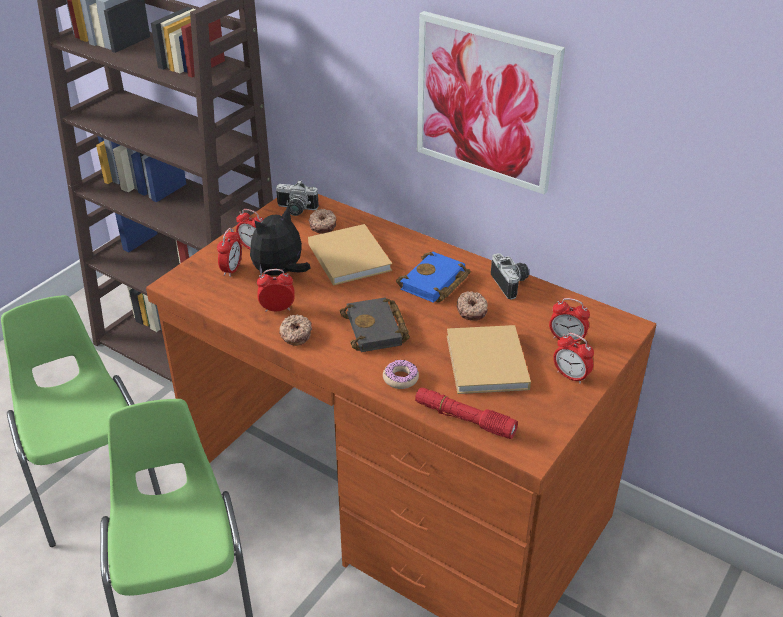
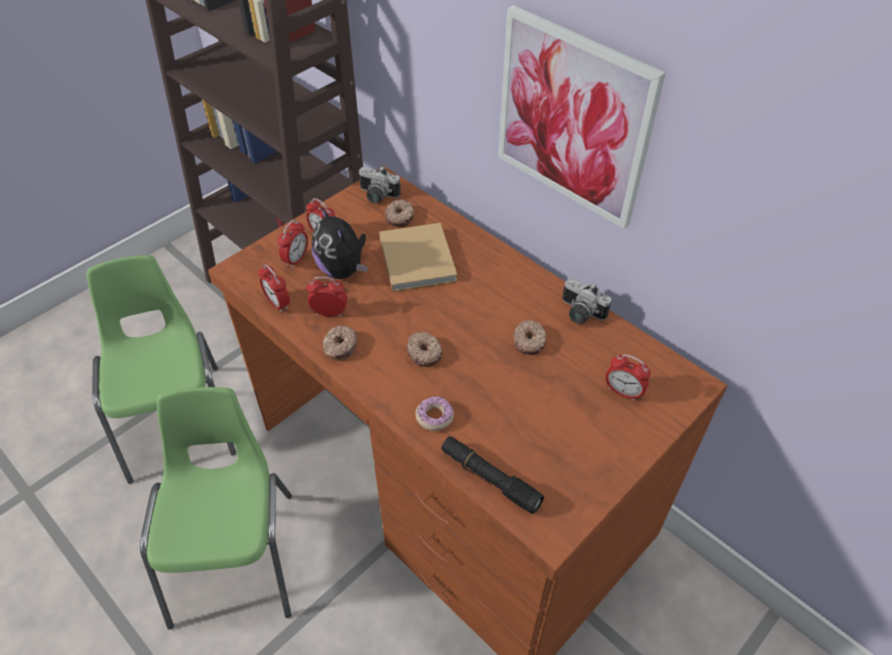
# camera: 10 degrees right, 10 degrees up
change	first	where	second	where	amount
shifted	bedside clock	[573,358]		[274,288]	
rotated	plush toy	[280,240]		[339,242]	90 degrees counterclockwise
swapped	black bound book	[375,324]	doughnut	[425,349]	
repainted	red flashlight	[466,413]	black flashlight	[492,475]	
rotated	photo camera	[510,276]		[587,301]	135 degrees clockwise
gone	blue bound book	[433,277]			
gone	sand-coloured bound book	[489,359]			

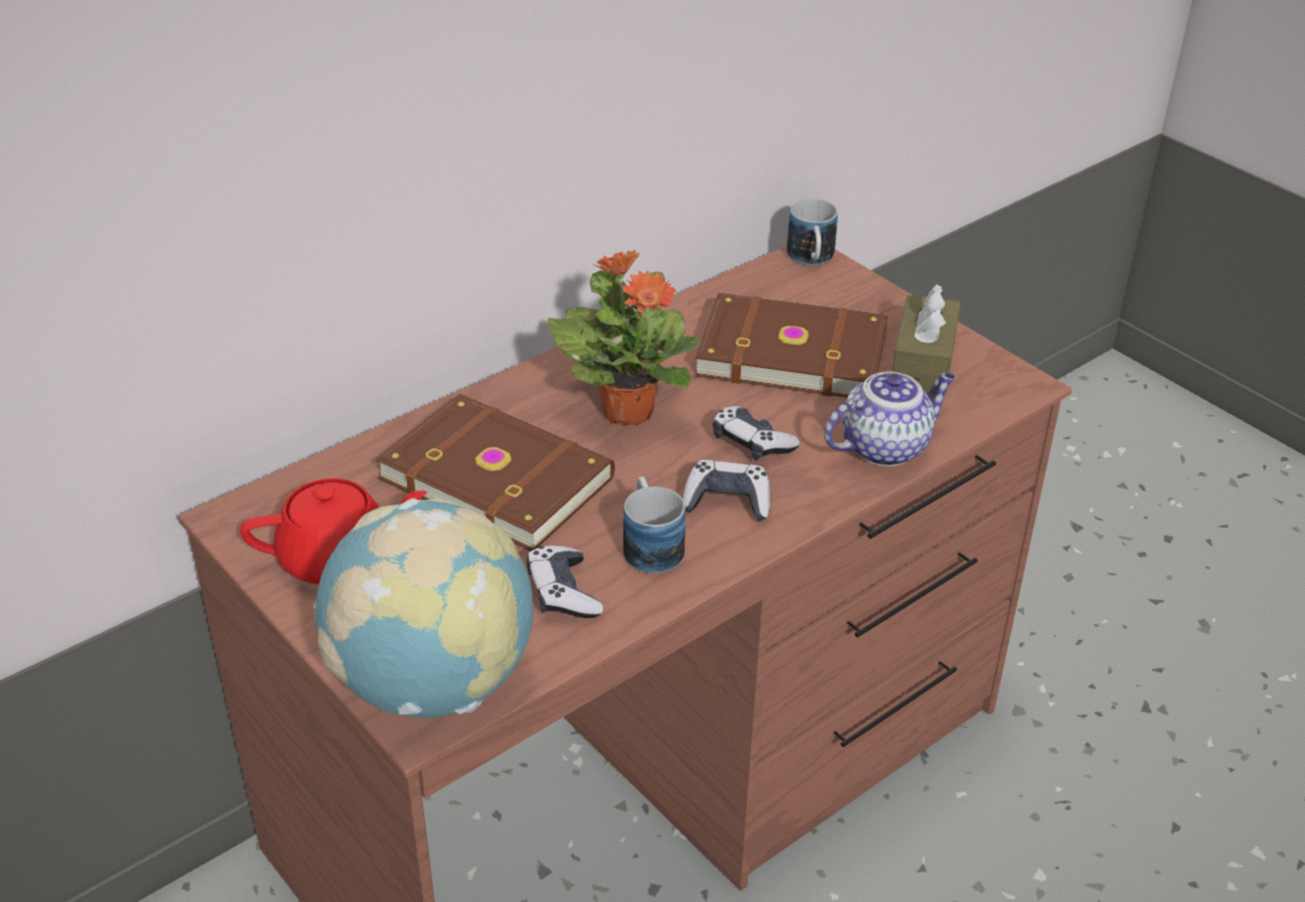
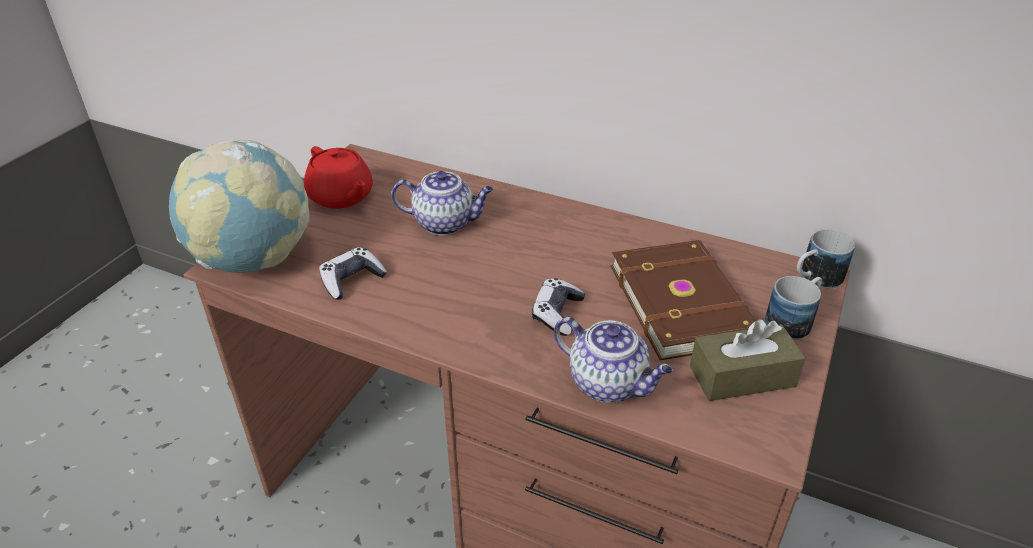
# camera: 65 degrees right, 0 degrees up
change	first	where	second	where	amount
swapped	brown-coloured bound book	[495,472]	pot for tea	[442,203]	
shifted	mug	[654,525]		[793,308]	
gone	houseplant	[624,337]			
gone	game controller	[726,490]			

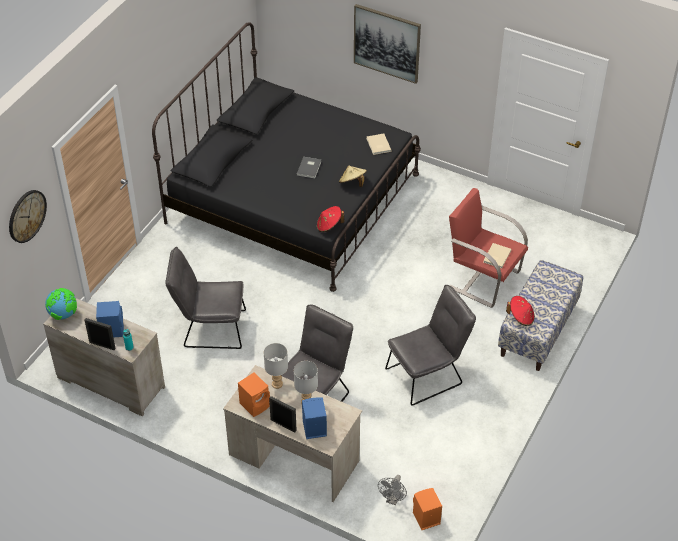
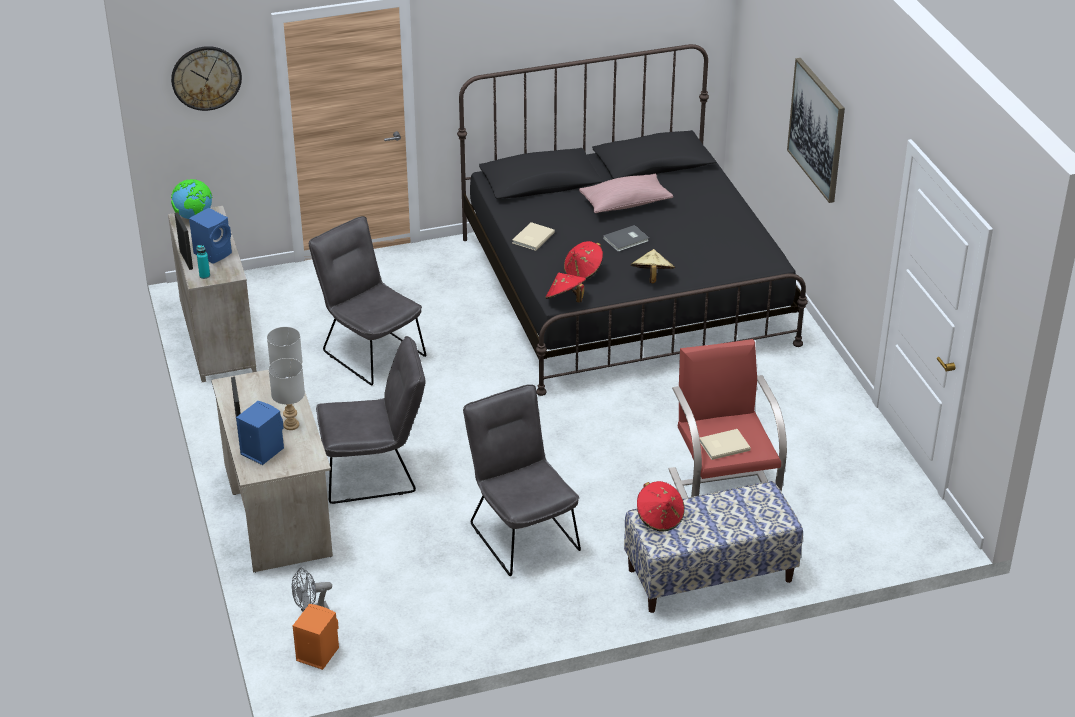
# camera: 45 degrees right, 10 degrees down
change	first	where	second	where	amount
rotated	greyish chair	[430,345]		[522,480]	135 degrees counterclockwise
shifted	sand-coloured bound book	[379,144]		[533,236]	
new			red wearable hat	[583,260]	
new			pink-coloured cushion	[626,193]	
gone	orange-coloured loudspeaker	[254,394]			

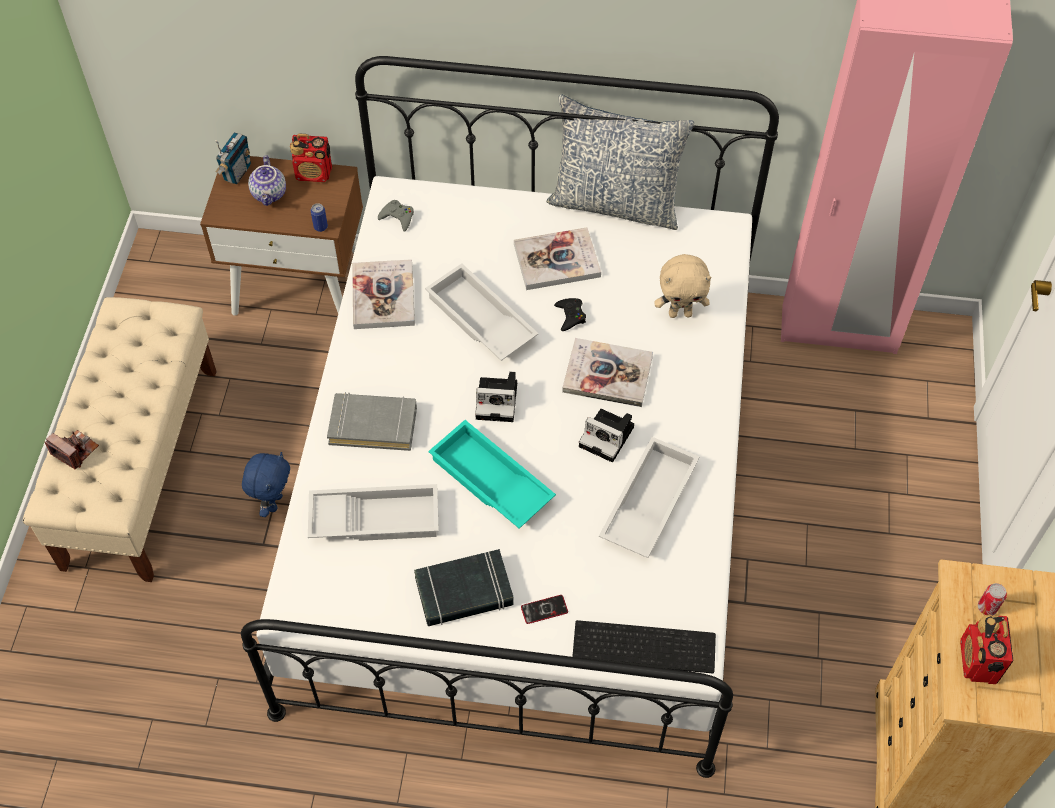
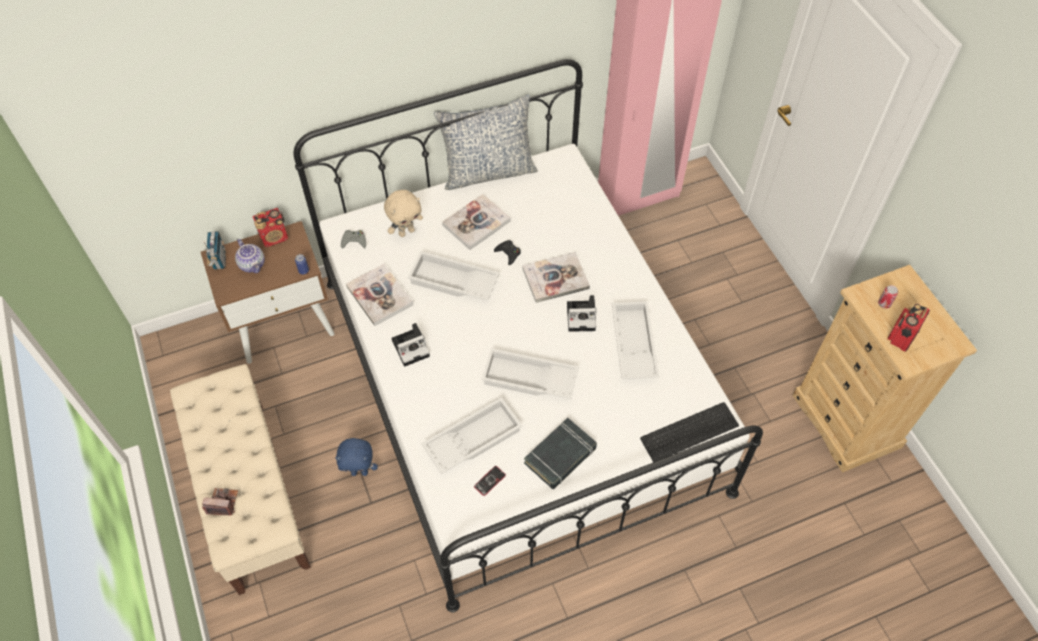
# camera: 30 degrees left, 0 degrees up
change	first	where	second	where	amount
rotated	blue plush toy	[266,484]		[356,457]	105 degrees clockwise
shifted	sand-coloured plush toy	[682,286]		[403,213]	
shifted	photo camera	[496,397]		[411,345]	
shifted	phone	[544,609]		[490,481]	
repainted	turquoise-coloured carrying tray	[492,474]	white-coloured carrying tray	[530,373]	
rotated	radio set	[987,649]		[908,327]	60 degrees clockwise
gone	greyish bound book	[372,421]			

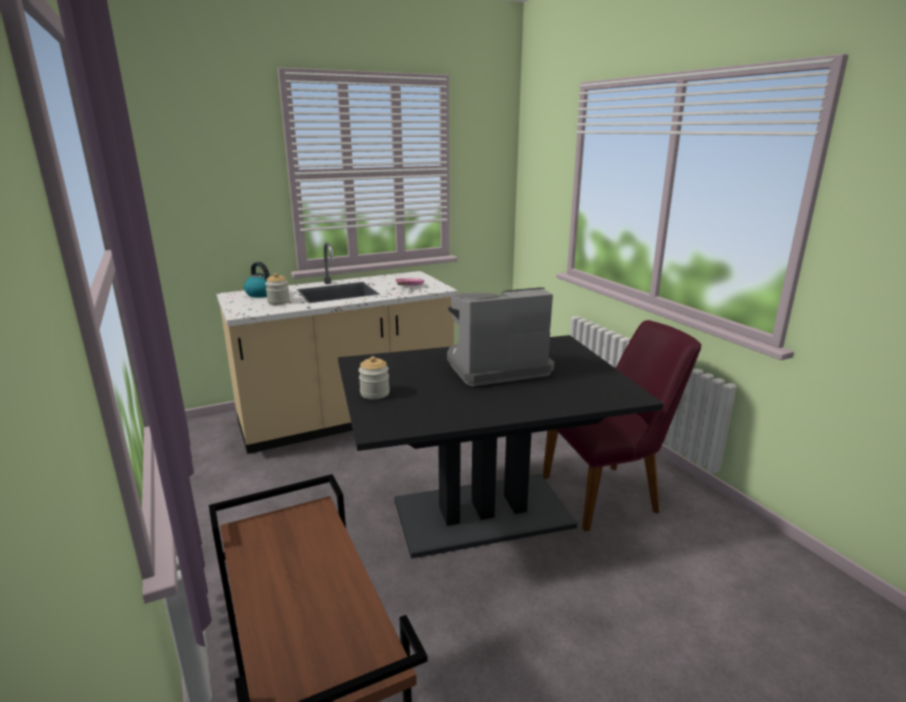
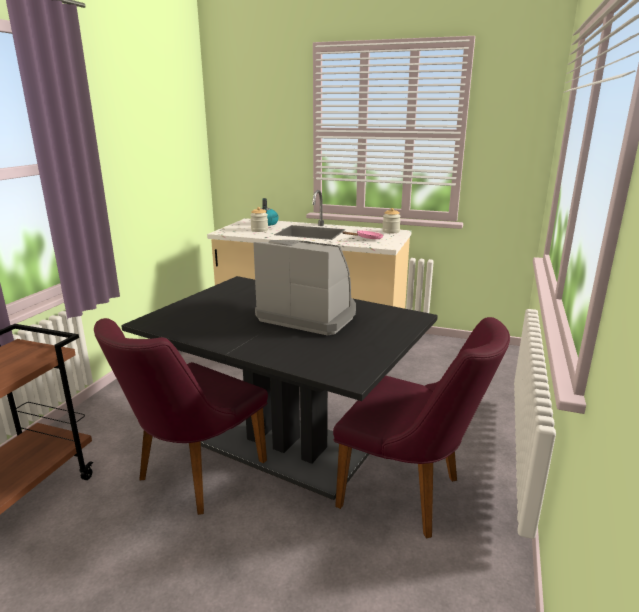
# camera: 45 degrees right, 0 degrees up
change	first	where	second	where	amount
new			purple chair	[181,416]	
shifted	jar	[374,377]		[391,220]	

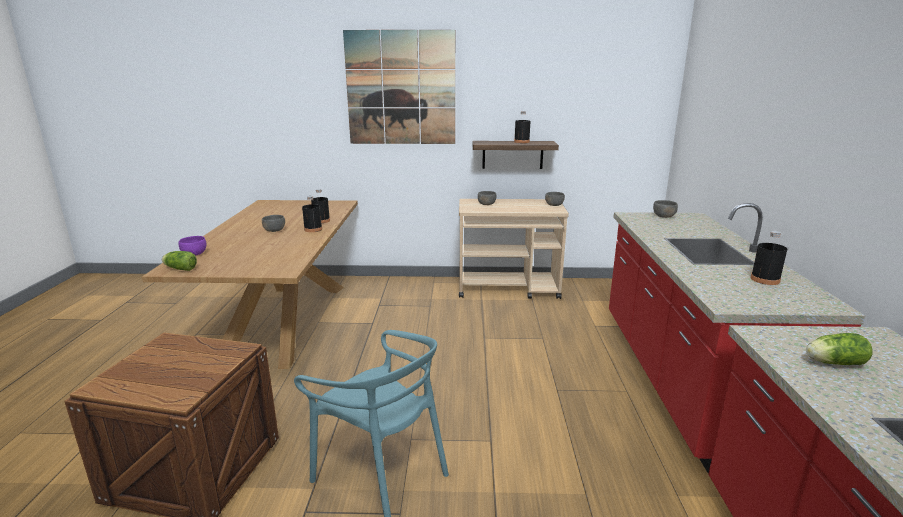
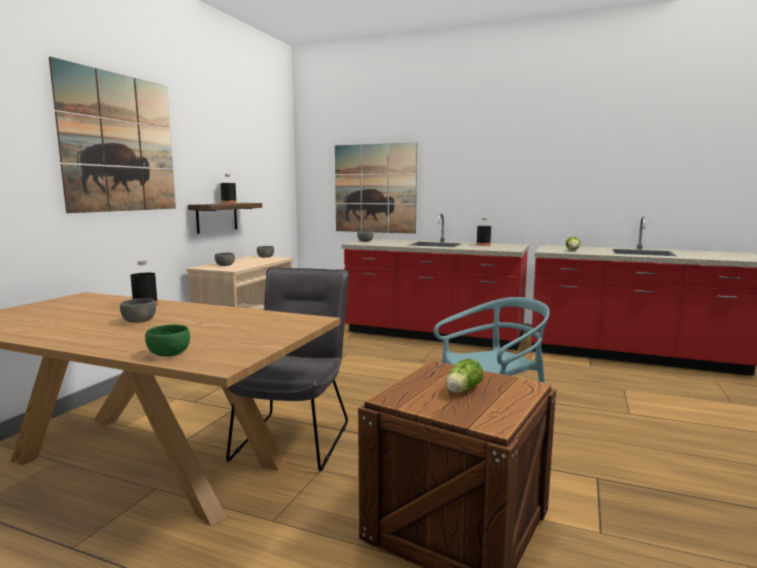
# camera: 70 degrees left, 10 degrees down
change	first	where	second	where	amount
repainted	purple deep dish	[192,246]	green-coloured deep dish	[167,341]	
new			greyish chair	[287,369]	
new			wall picture	[376,188]	
shifted	lettuce head	[179,261]		[465,376]	
gone	black bottle	[312,214]			

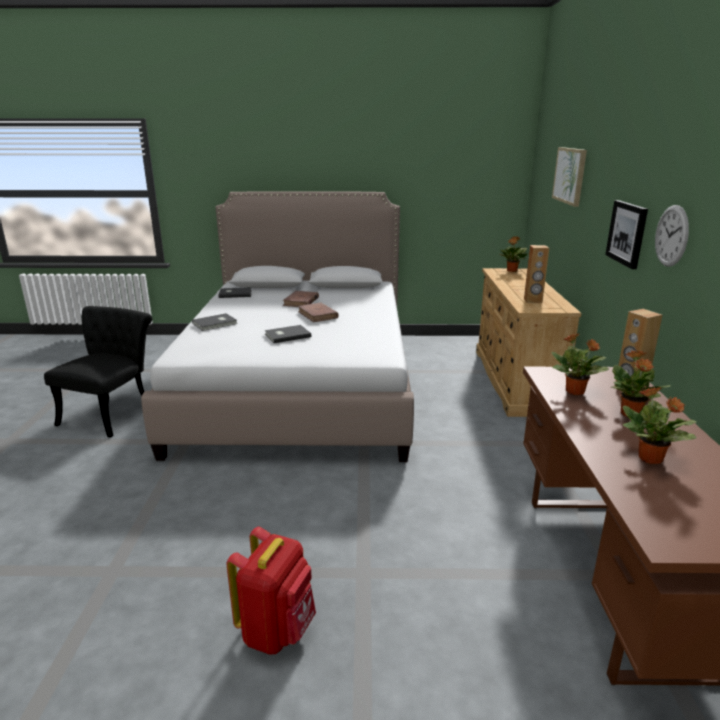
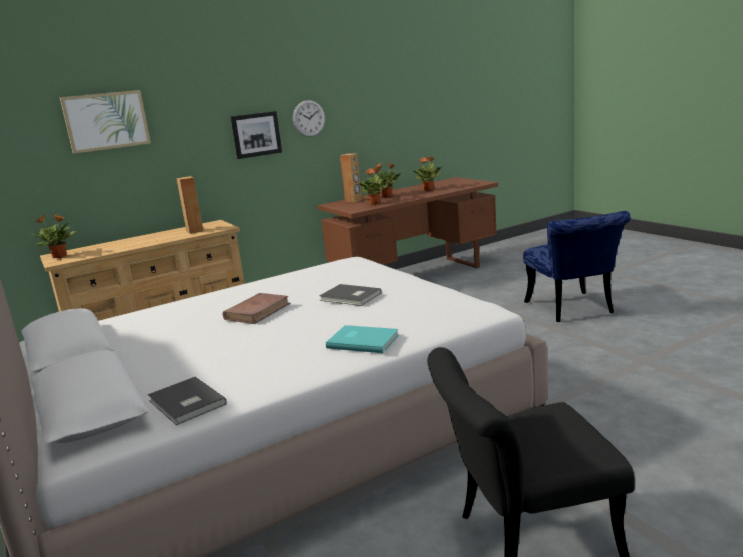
# camera: 120 degrees left, 5 degrees down
change	first	where	second	where	amount
repainted	greyish bound book	[215,322]	turquoise-coloured bound book	[362,339]	
swapped	red rucksack	[271,590]	blue chair	[577,266]	
gone	brown-coloured bound book	[300,299]			

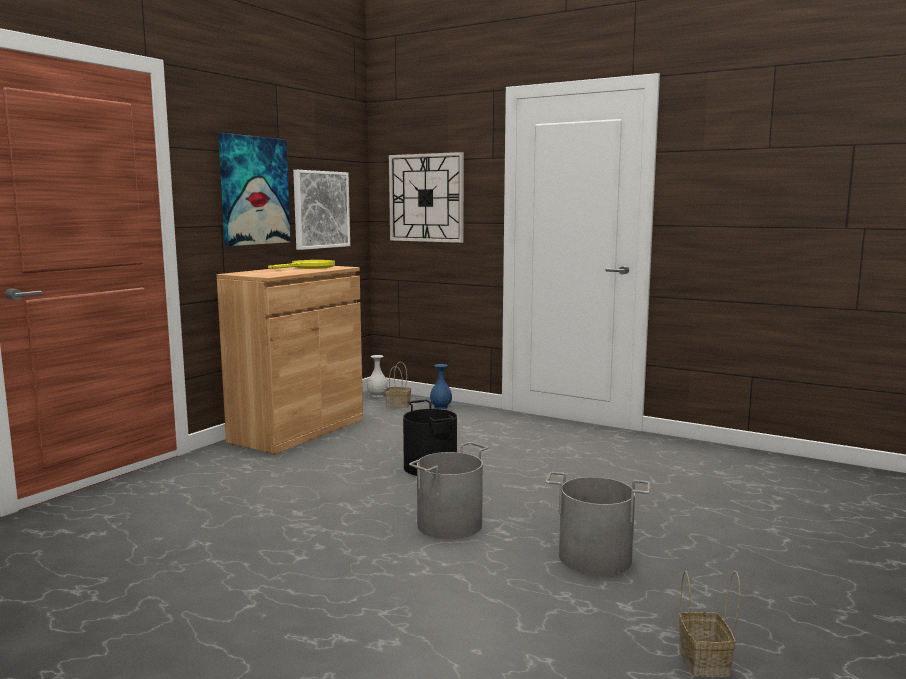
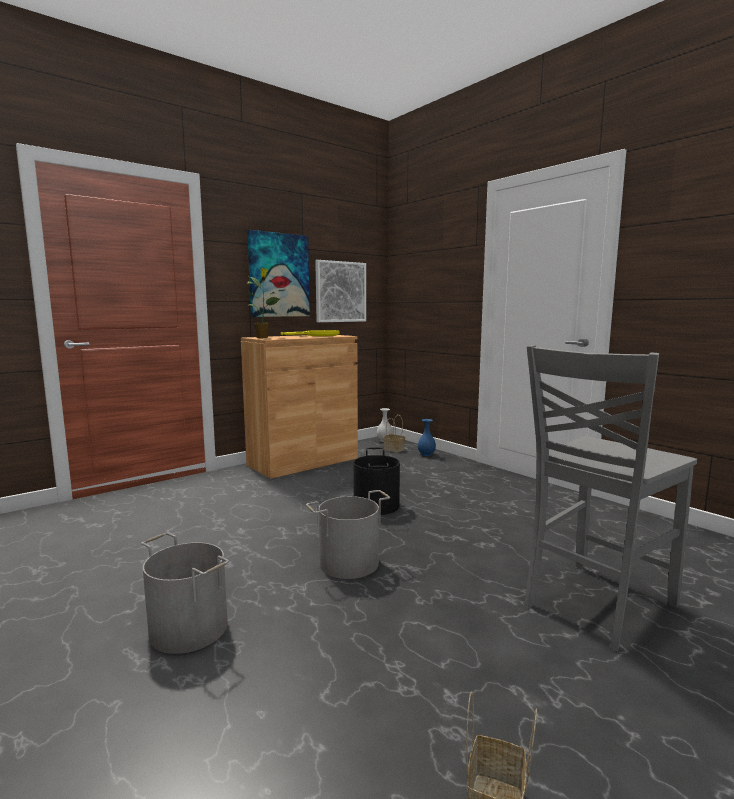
# camera: 20 degrees right, 0 degrees up
change	first	where	second	where	amount
shifted	greyish bucket	[598,524]		[185,593]	
new			houseplant	[263,303]	
new			greyish chair	[611,498]	
gone	hanging clock	[426,197]			

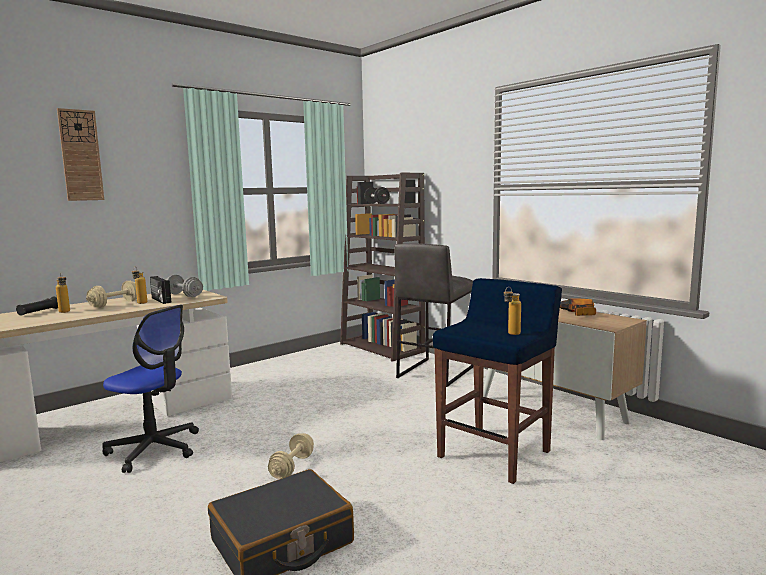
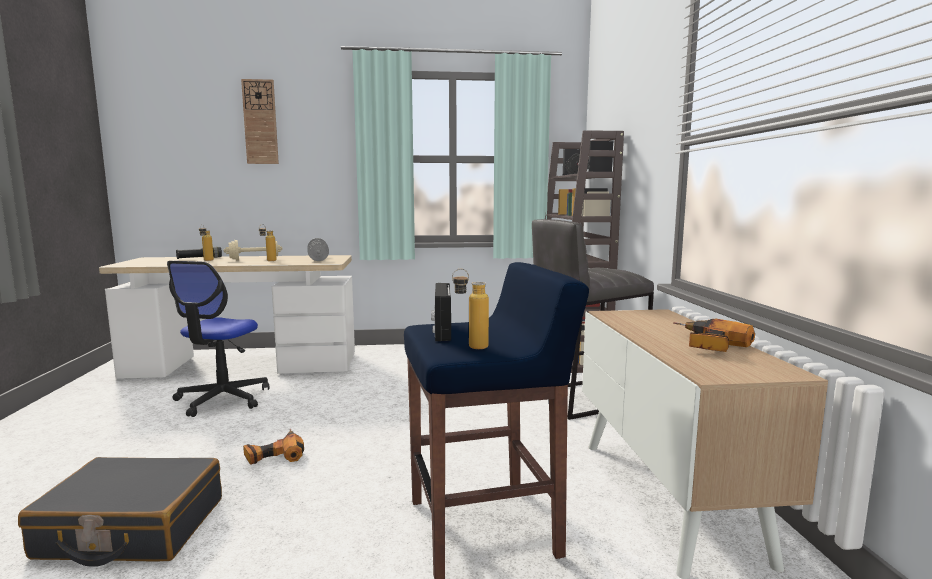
# camera: 35 degrees right, 0 degrees up
change	first	where	second	where	amount
rotated	office chair	[150,389]		[218,339]	45 degrees clockwise
swapped	sand-coloured dumbbell	[291,456]	power drill	[273,447]	
shifted	radio set	[160,290]		[441,312]	

